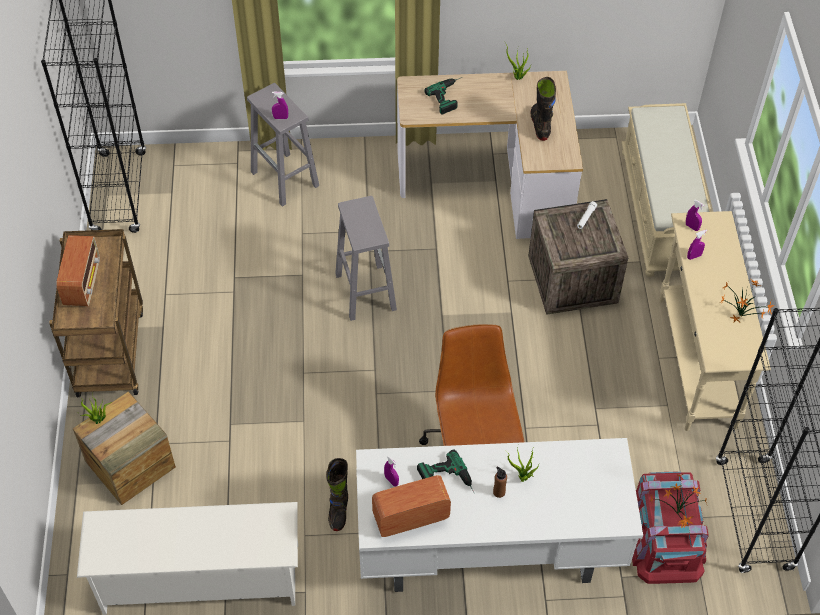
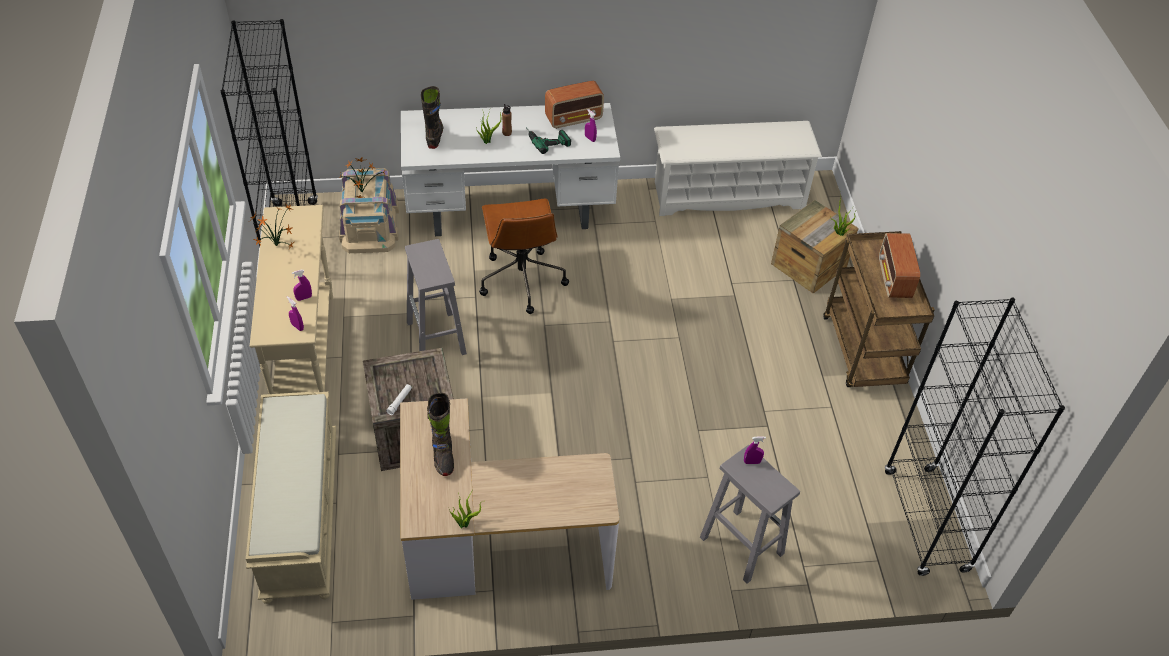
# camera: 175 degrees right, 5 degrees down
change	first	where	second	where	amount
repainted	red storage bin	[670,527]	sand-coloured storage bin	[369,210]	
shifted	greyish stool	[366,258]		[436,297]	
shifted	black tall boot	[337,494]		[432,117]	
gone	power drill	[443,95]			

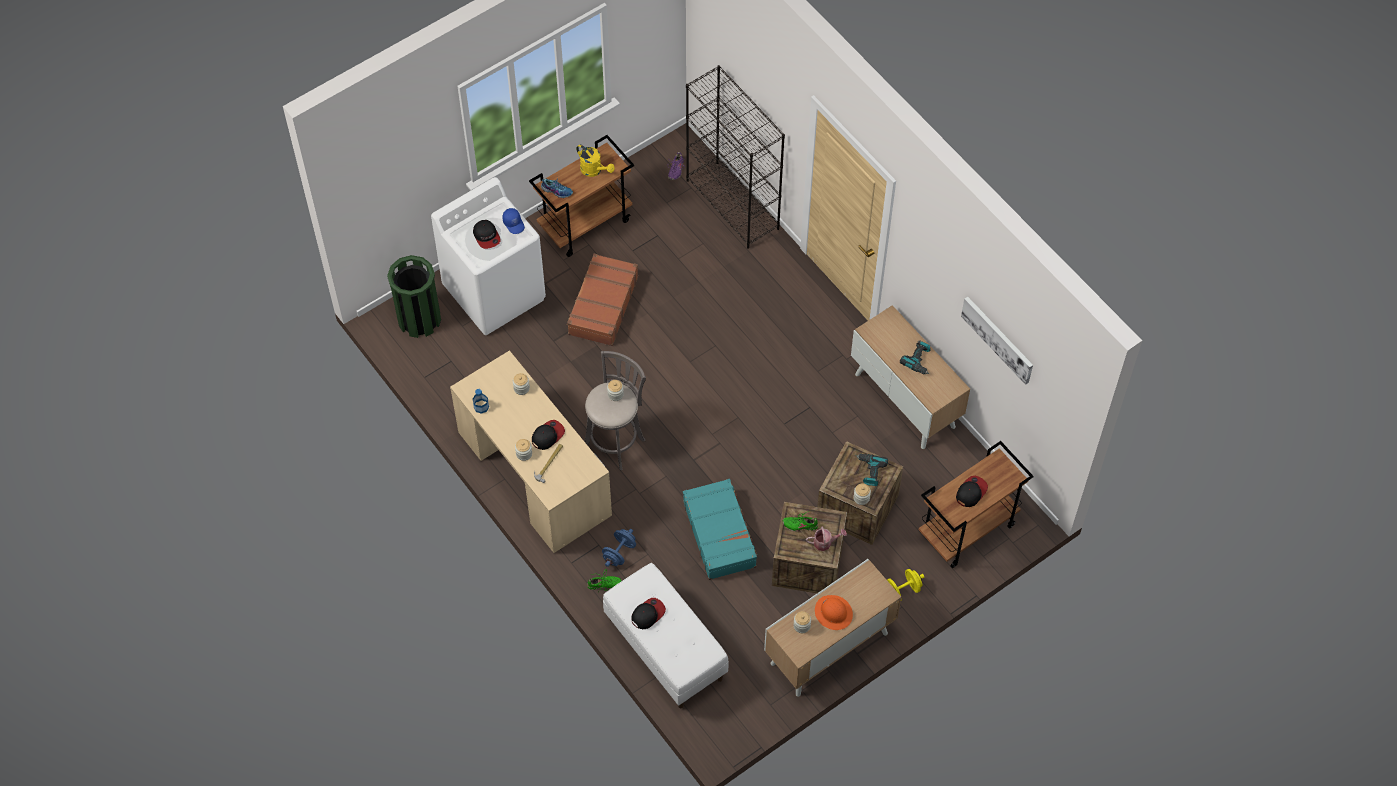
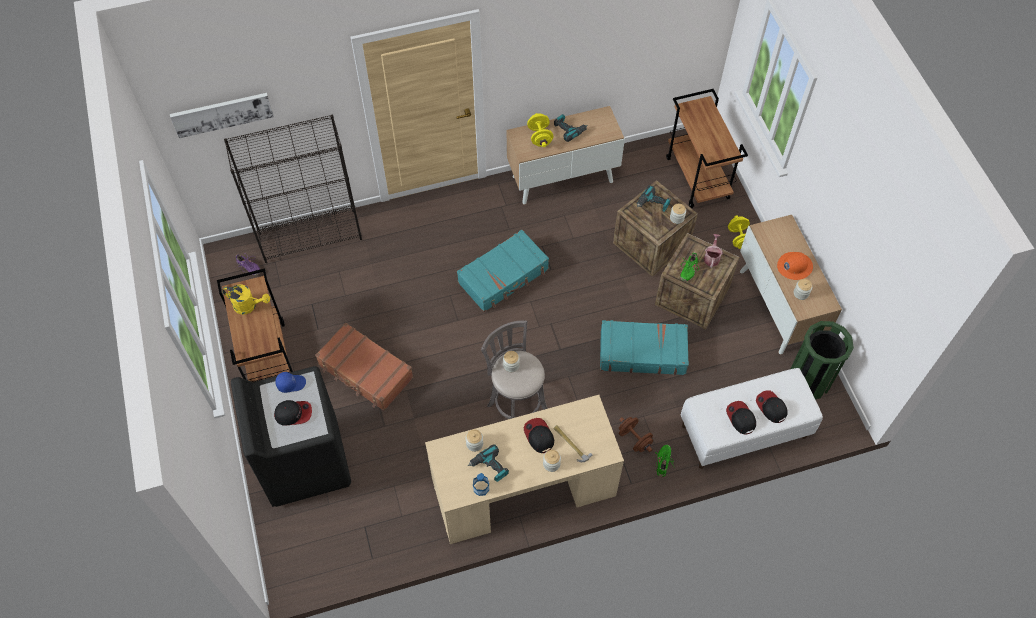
# camera: 70 degrees left, 0 degrees up
change	first	where	second	where	amount
shifted	wall picture	[997,341]		[222,115]	
rotated	yellowish watering can	[595,160]		[246,299]	45 degrees clockwise
repainted	white-coloured laundry machine	[488,256]	black laundry machine	[291,436]	
new			turquoise-coloured piece of luggage	[503,271]	
new			power drill	[488,463]	
new			yellowish dumbbell	[540,130]	
repainted	blue dumbbell	[619,548]	brown-coloured dumbbell	[636,434]	
shifted	peaked cap	[972,491]		[772,406]	
shifted	green-coloured trash can	[414,296]		[822,360]	
gone	low shoe	[557,187]			

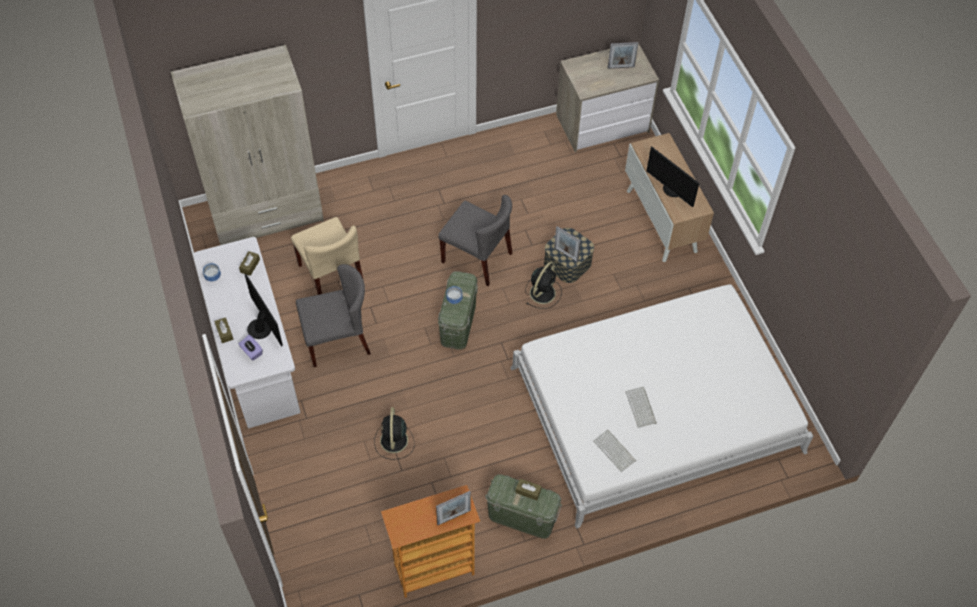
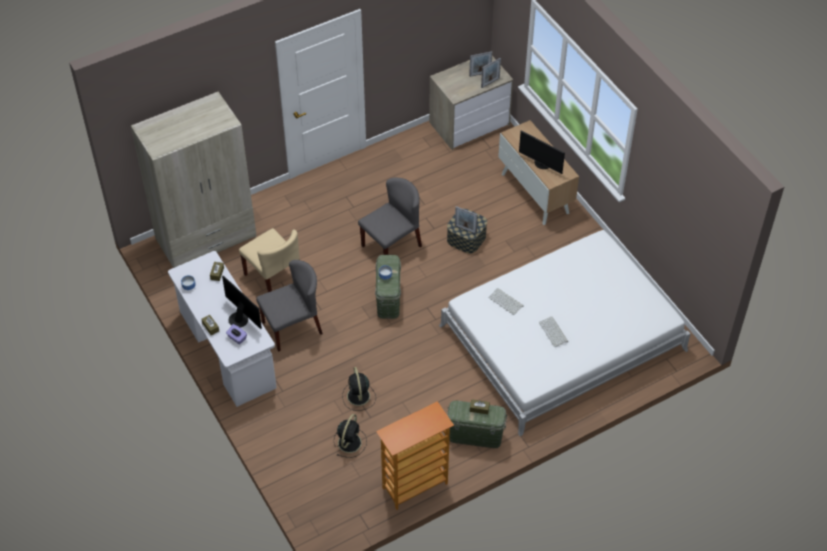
# camera: 10 degrees left, 5 degrees down
change	first	where	second	where	amount
shifted	black cooling fan	[543,285]		[350,436]	
rotated	greyish chair	[475,240]		[390,216]	60 degrees counterclockwise
shifted	picture frame	[453,508]		[491,73]	
shifted	computer keyboard	[614,451]		[506,301]	

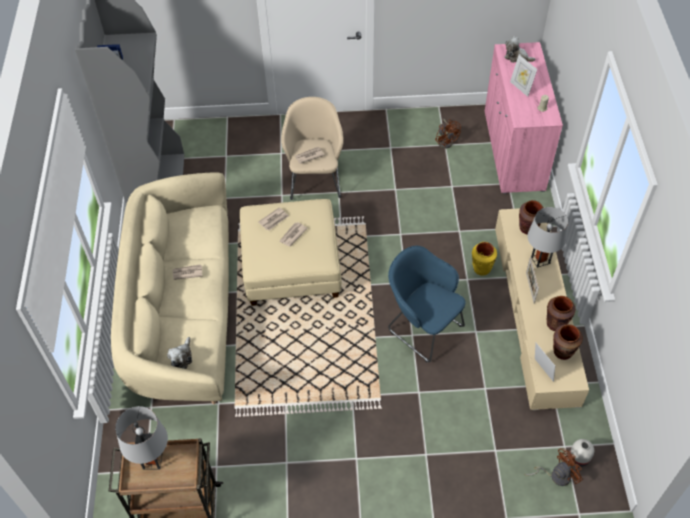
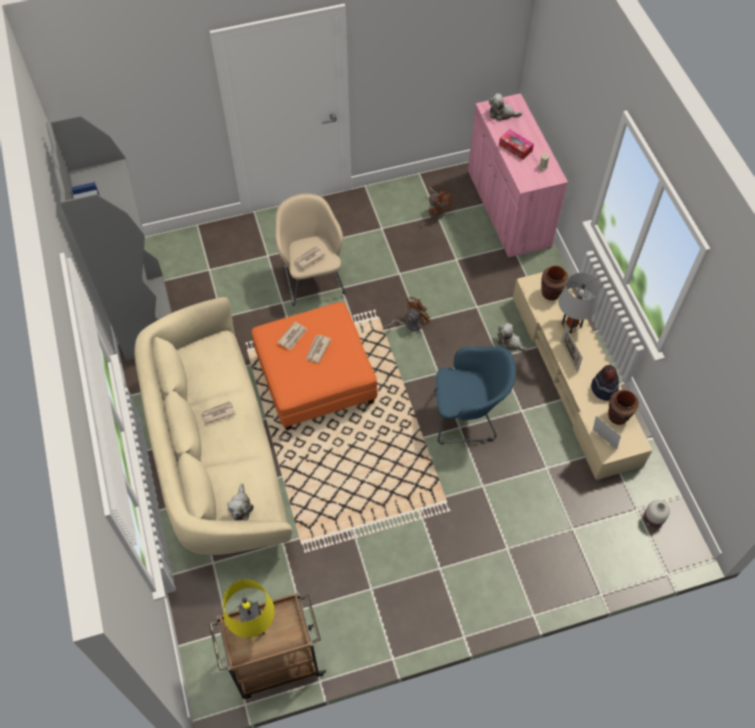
# camera: 15 degrees left, 5 degrees up
change	first	where	second	where	amount
repainted	greyish lamp for a table	[141,438]	yellowish lamp for a table	[249,608]	
repainted	sand-coloured ottoman	[291,252]	orange-coloured ottoman	[315,366]	
shifted	brown-coloured cooling fan	[553,467]		[407,314]	
rotated	blue armchair	[426,304]		[475,395]	150 degrees clockwise
swapped	yellowish decorative vase	[484,259]	plush toy	[512,337]	
swapped	picture frame	[523,76]	tissue holder	[516,144]	
swapped	brown-coloured decorative vase	[561,313]	wearable hat	[605,383]	

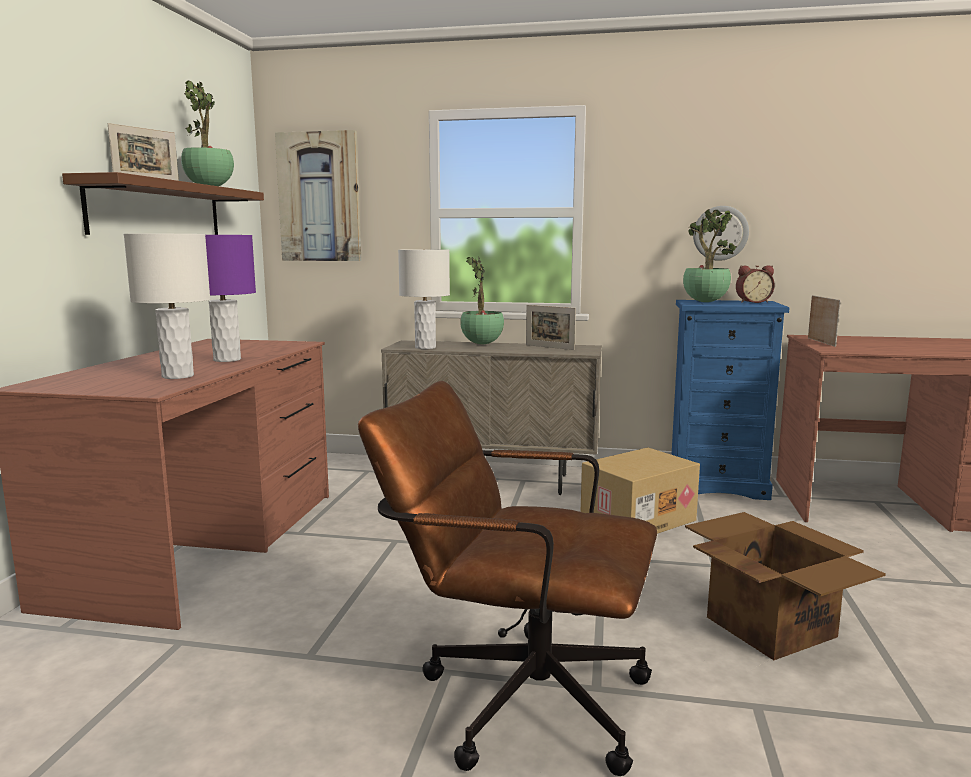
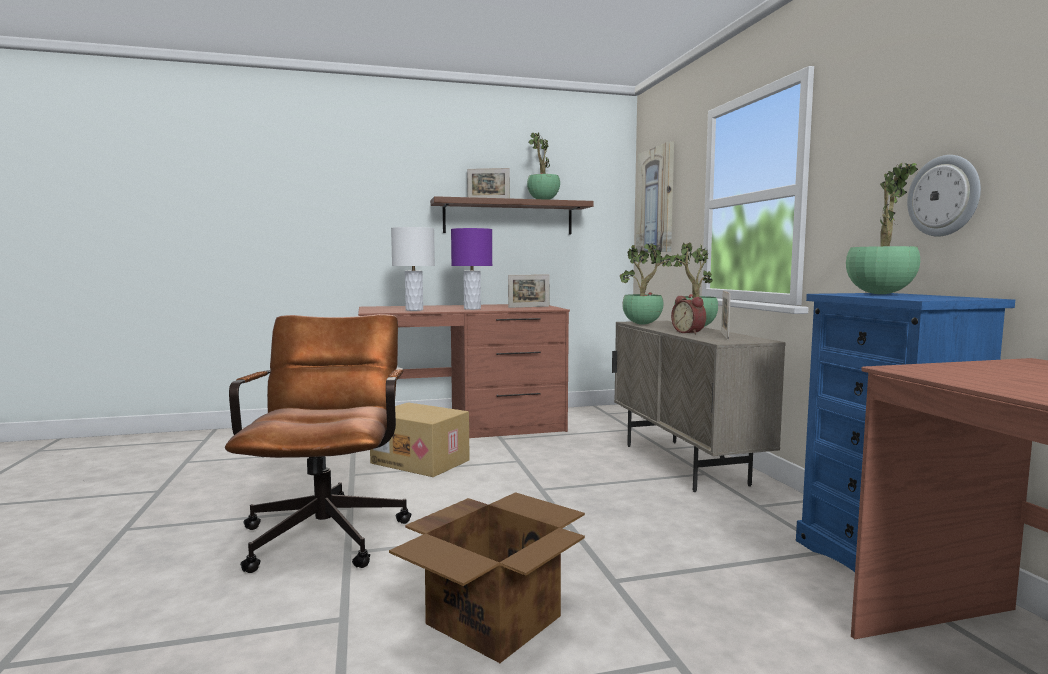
# camera: 65 degrees right, 5 degrees down
change	first	where	second	where	amount
shifted	packing box	[640,490]		[420,439]	
shifted	picture frame	[824,321]		[529,291]	
swapped	white-coloured lamp for a table	[424,299]	houseplant	[646,284]	
shifted	bedside clock	[755,284]		[688,315]	

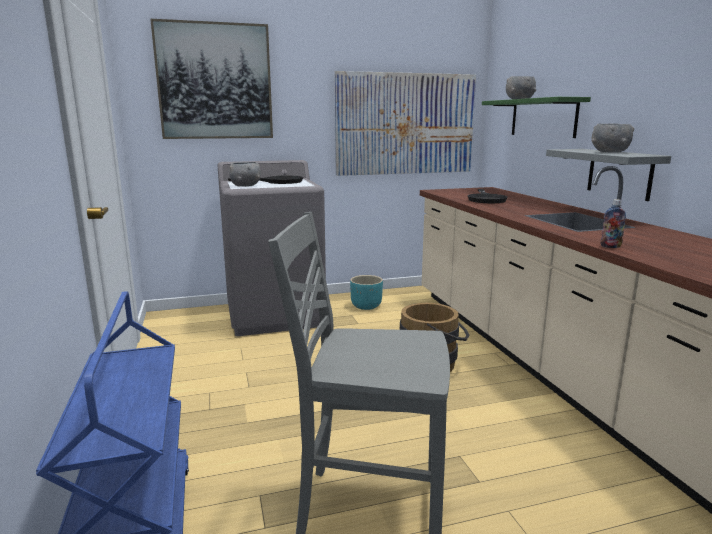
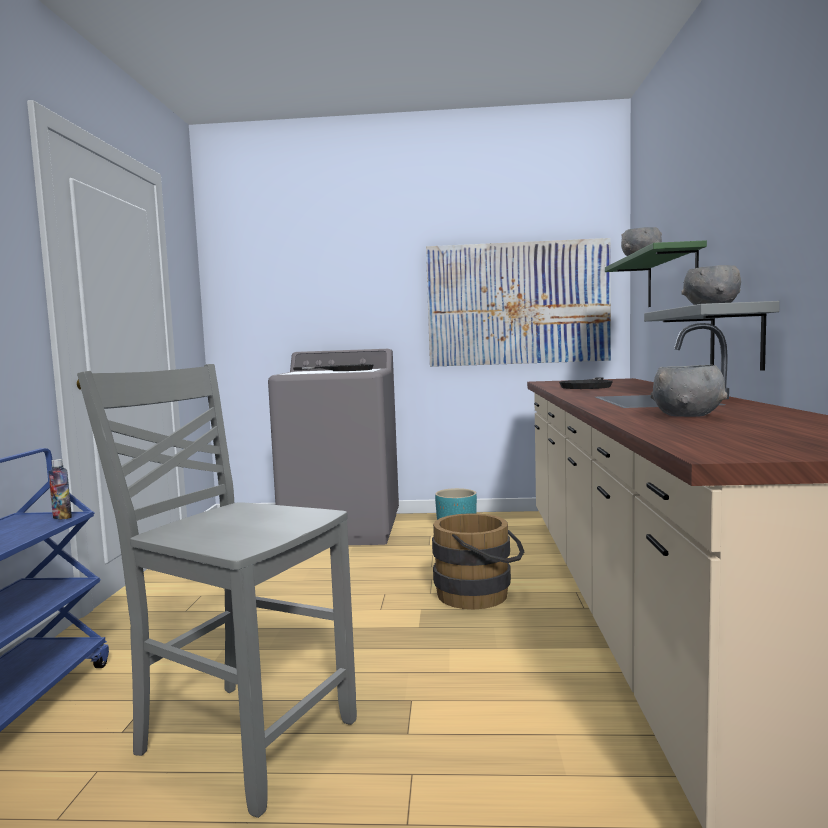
# camera: 20 degrees right, 10 degrees down
change	first	where	second	where	amount
shifted	bottle	[613,223]		[60,489]	
shifted	greyish deep dish	[245,174]		[689,391]	
gone	wall picture	[211,79]			

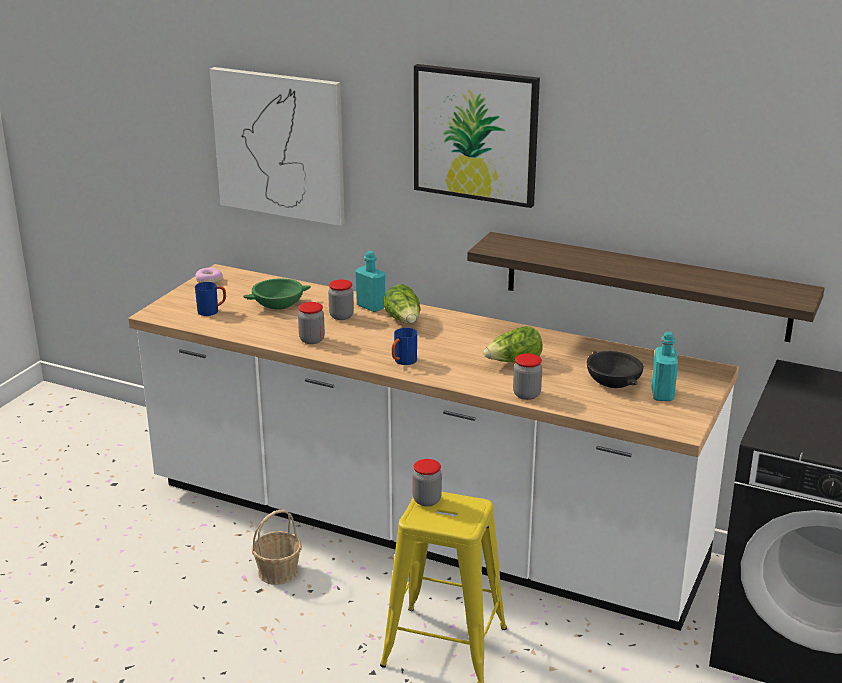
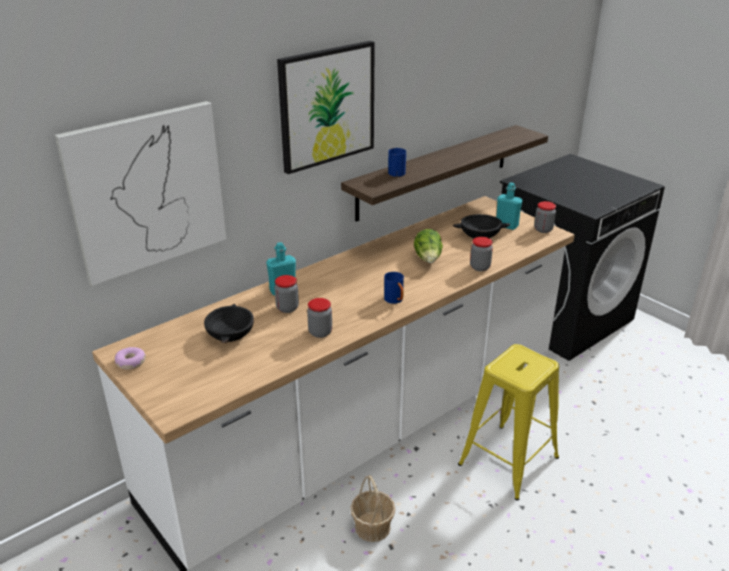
# camera: 65 degrees left, 5 degrees up
change	first	where	second	where	amount
repainted	green-coloured deep dish	[277,294]	black deep dish	[229,323]	
shifted	blue mug	[210,299]		[397,162]	
shifted	jar	[427,483]		[545,217]	
gone	lettuce head	[402,304]			

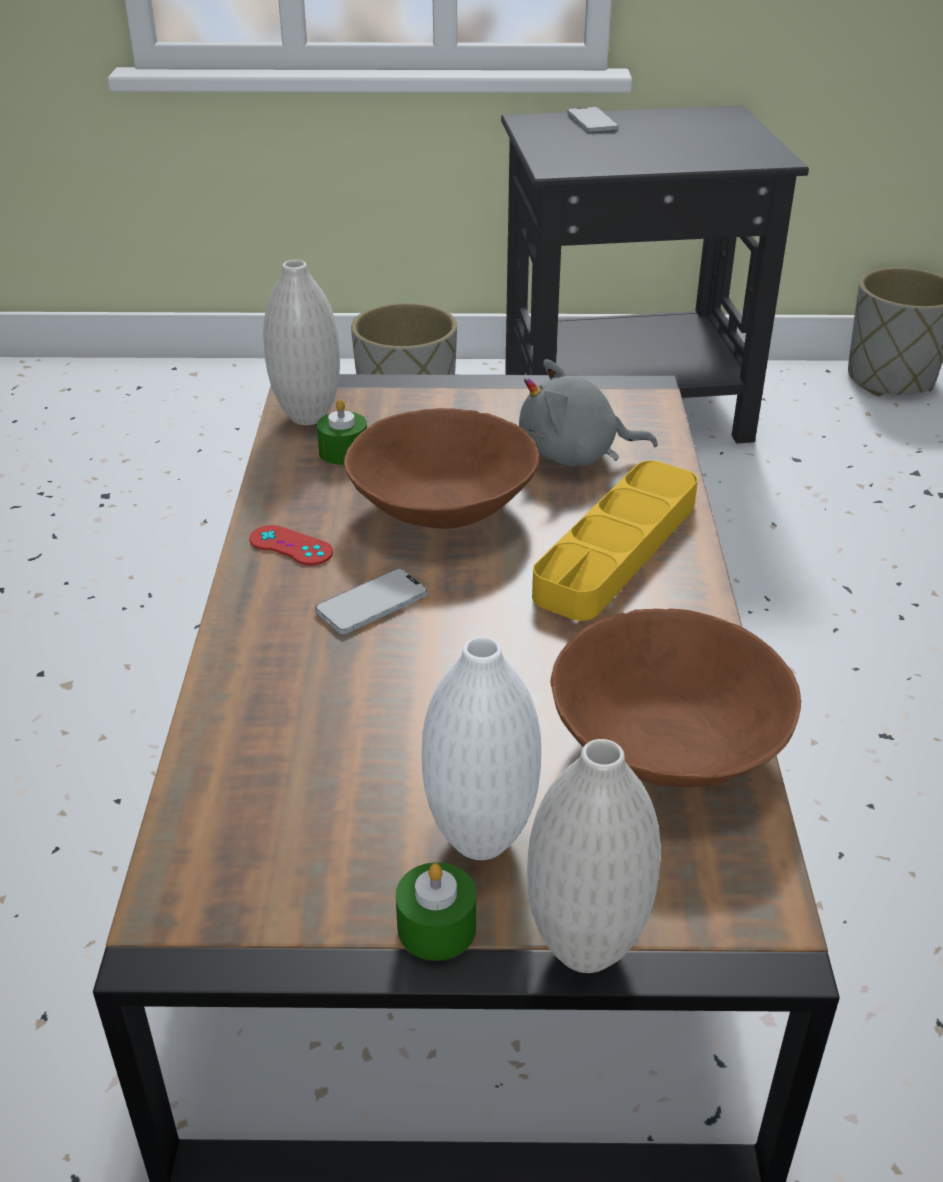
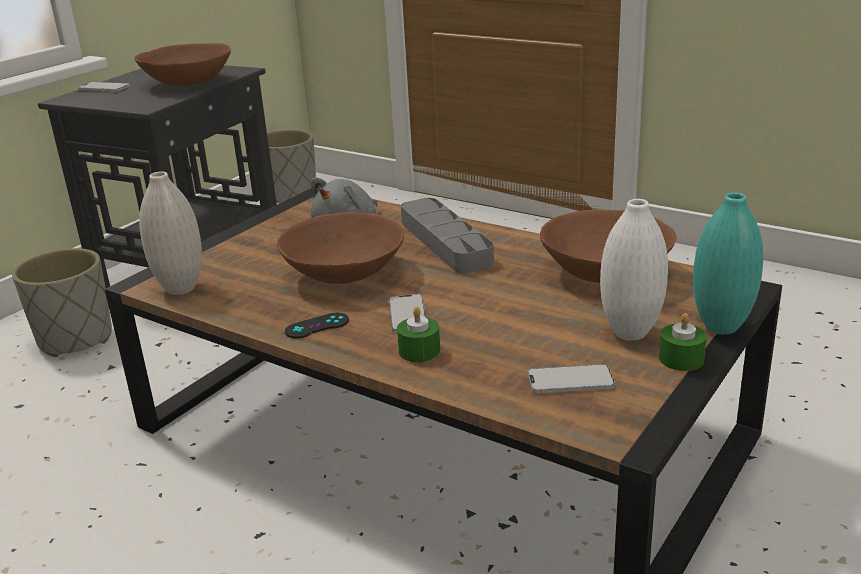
# camera: 55 degrees left, 10 degrees down
change	first	where	second	where	amount
new			brown-coloured deep dish	[182,64]	
repainted	red game controller	[291,545]	black game controller	[317,325]	
shifted	green-coloured wax candle	[342,432]		[418,334]	
repainted	yellowish carrying tray	[615,541]	greyish carrying tray	[447,235]	
new			phone	[571,378]	
repainted	white-coloured decorative vase	[594,856]	turquoise-coloured decorative vase	[728,263]	

